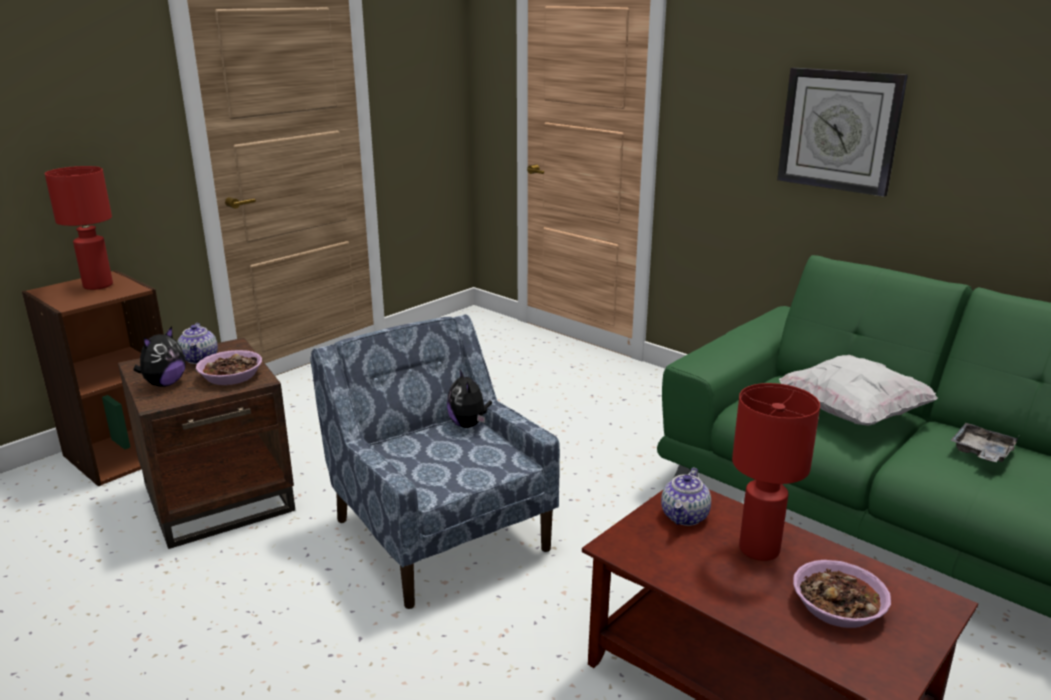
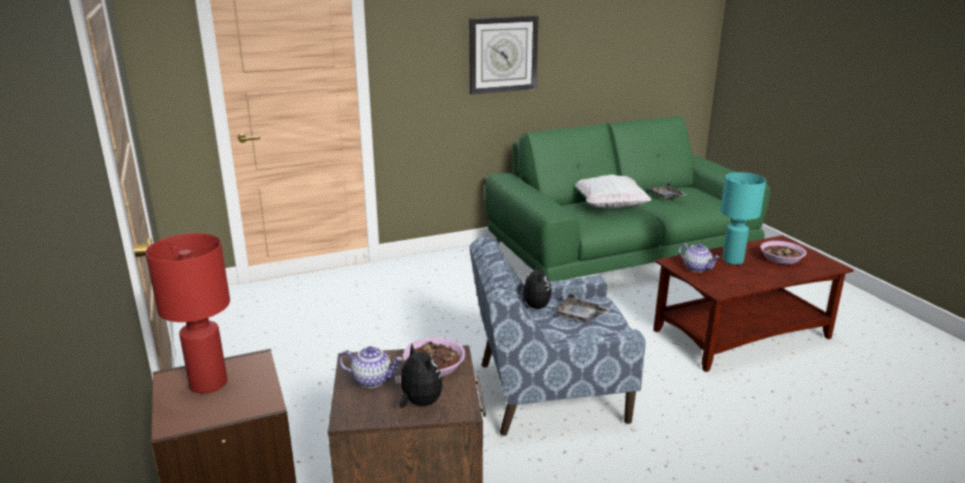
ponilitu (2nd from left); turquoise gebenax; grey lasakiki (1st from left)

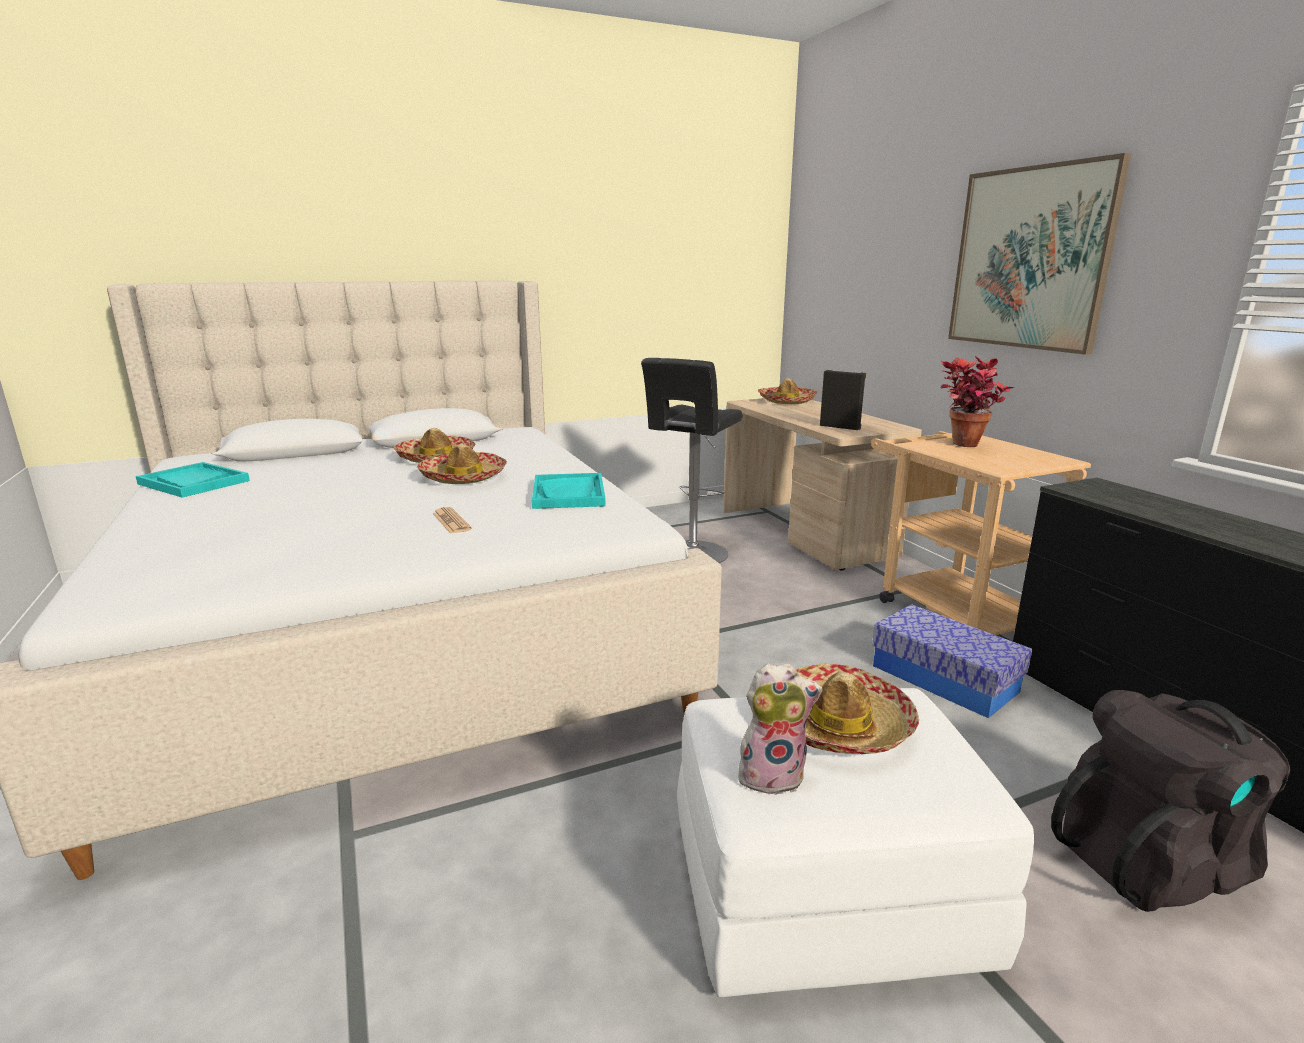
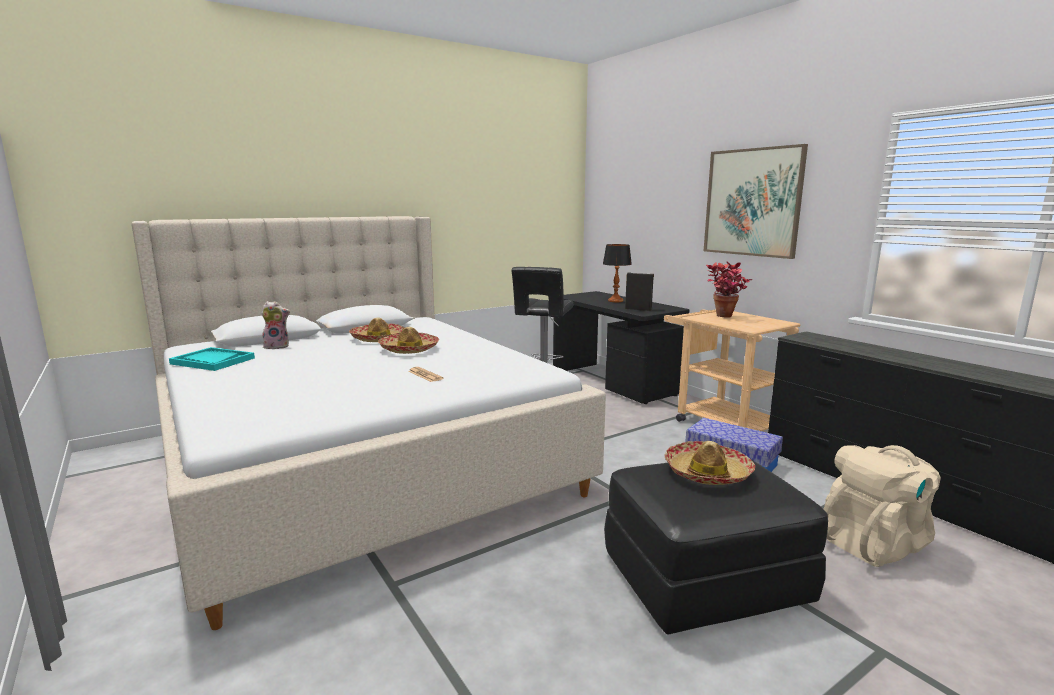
turquoise lasakiki (2nd from left in the first image); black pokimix; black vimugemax; ponilitu; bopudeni (3rd from left in the first image); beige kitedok; gebenax

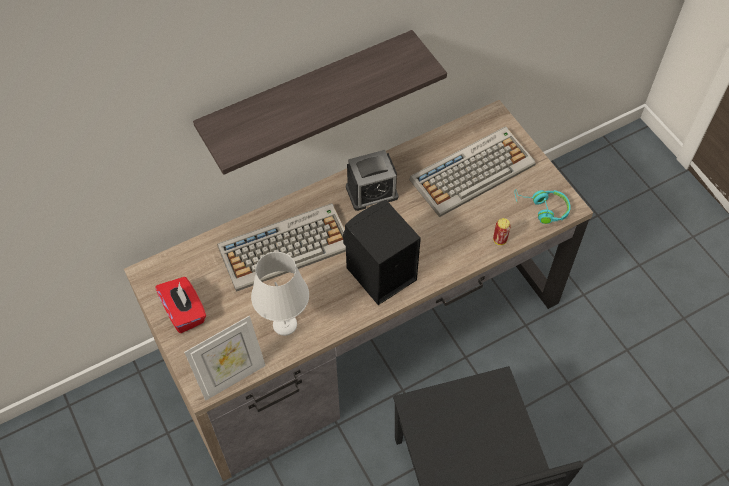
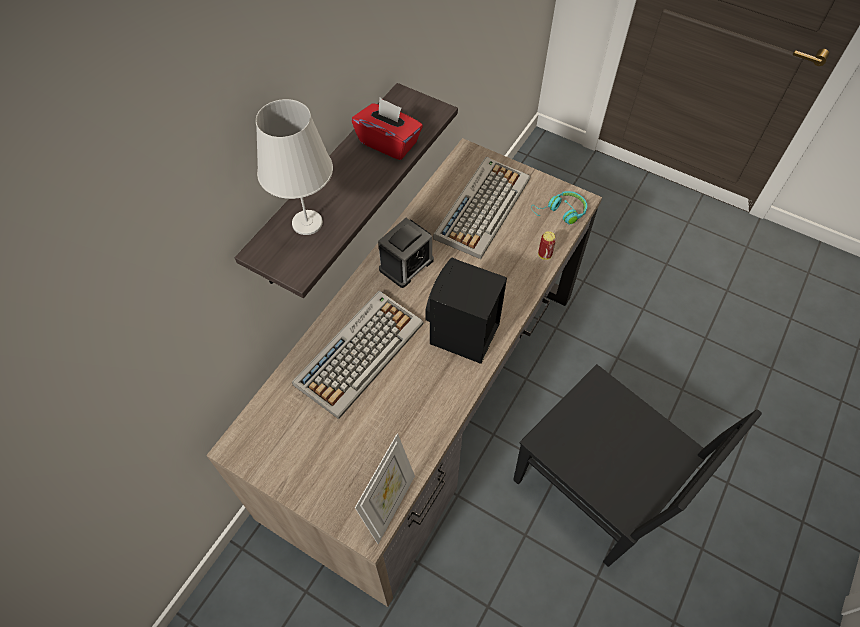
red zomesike; white gebenax

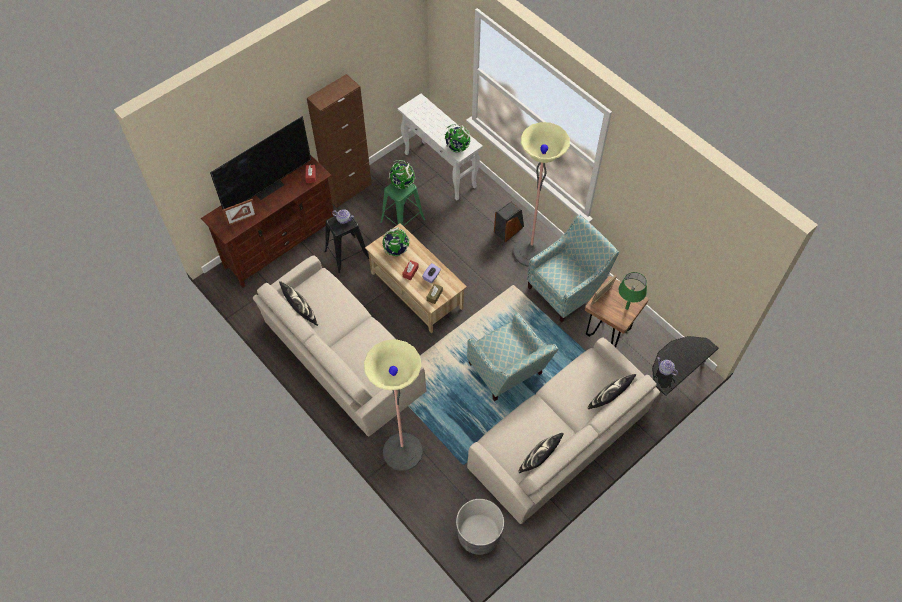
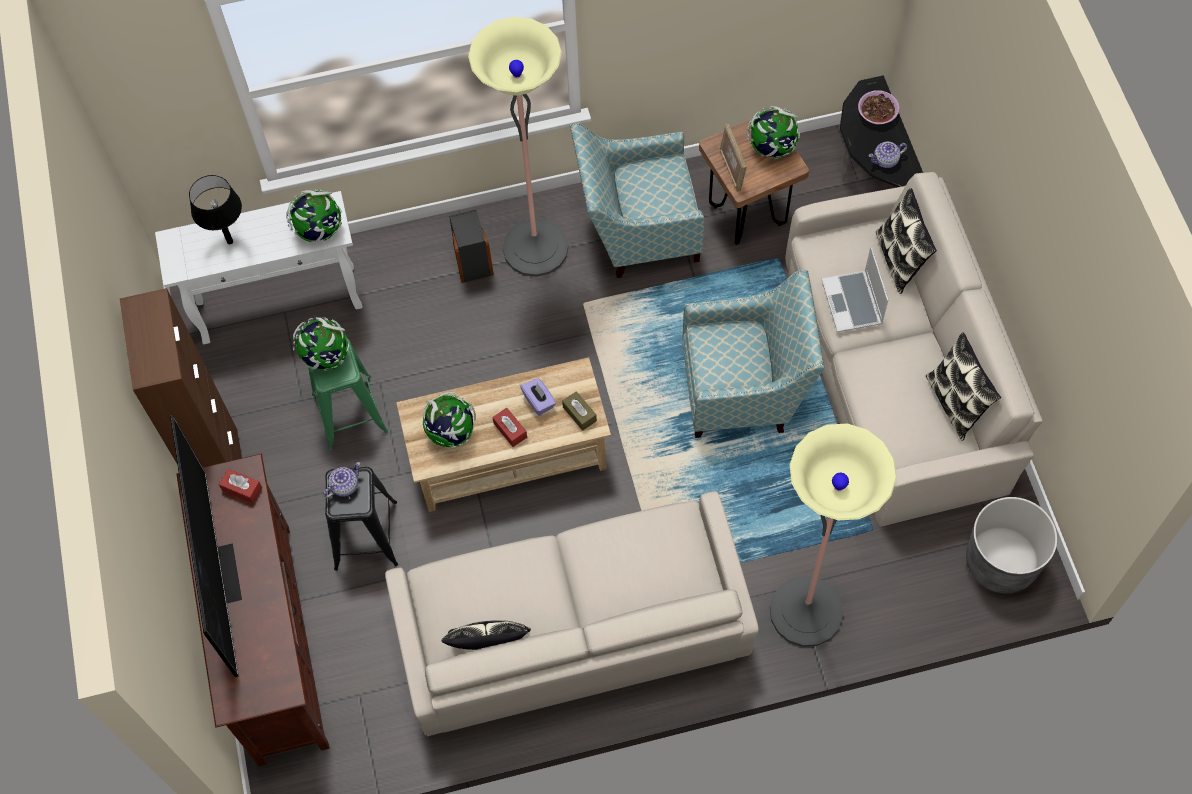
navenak (1st from left in the first image); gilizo (1st from left); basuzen (4th from left); black gebenax; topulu; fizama

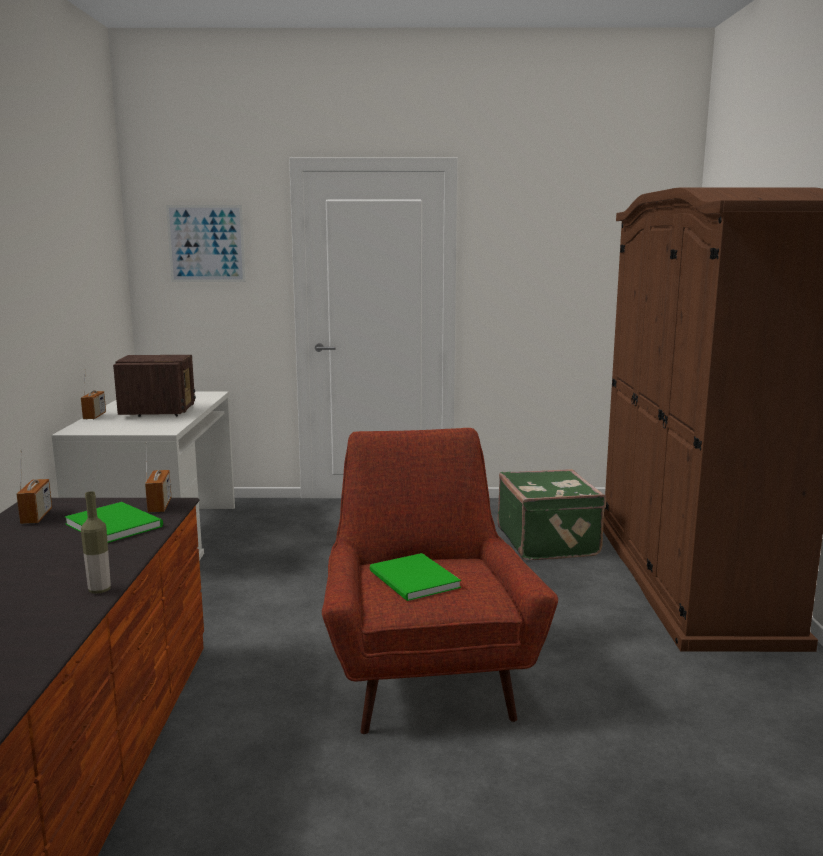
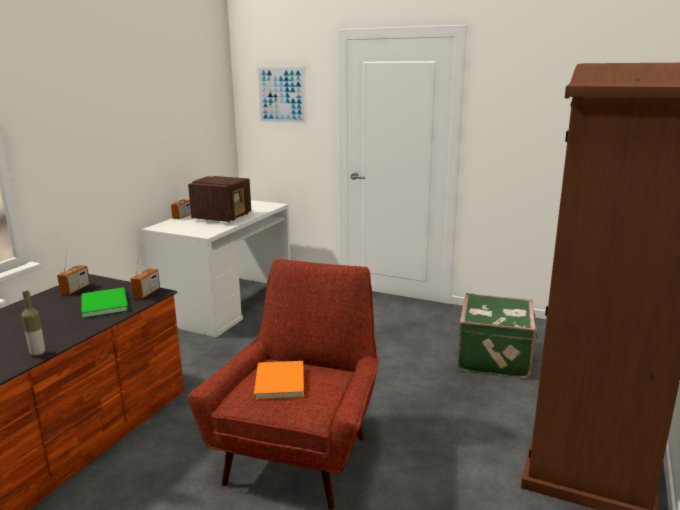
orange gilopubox

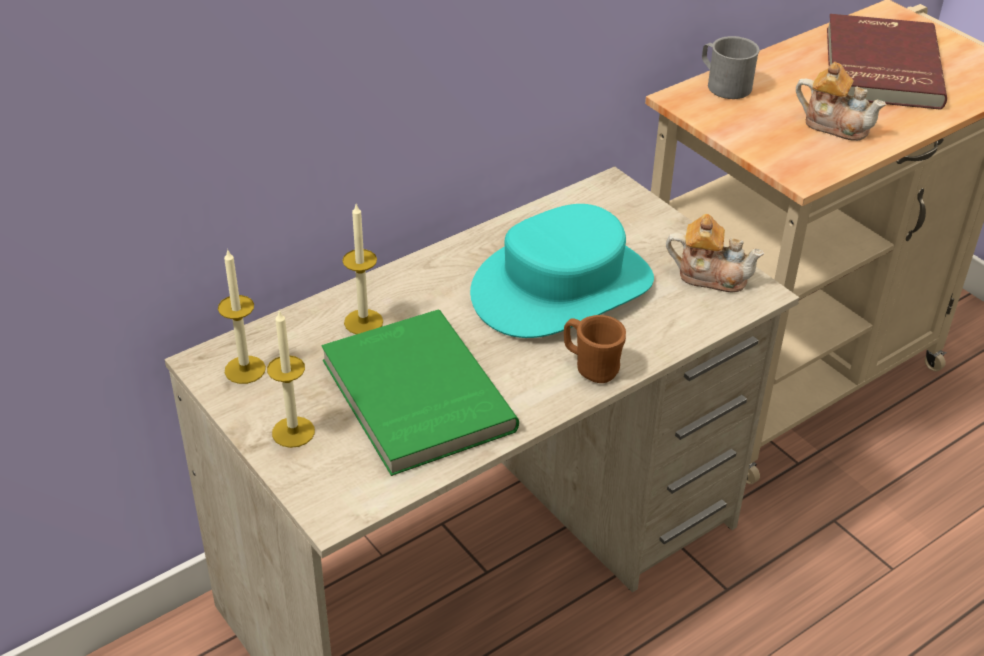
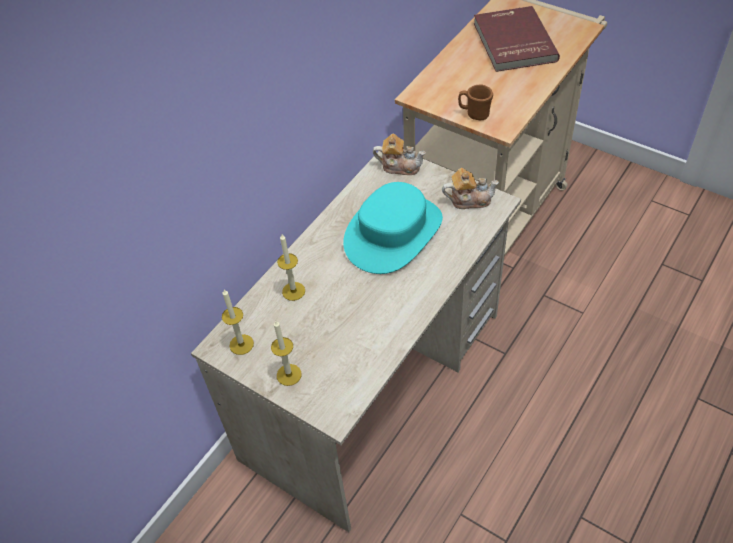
green gilopubox; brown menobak; grey menobak; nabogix (1st from left)

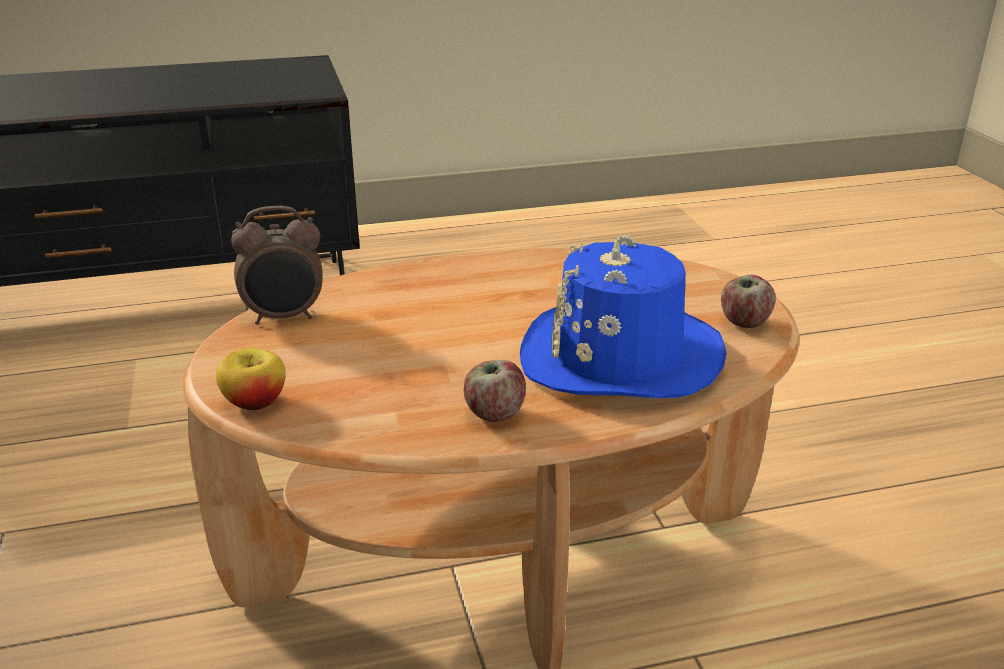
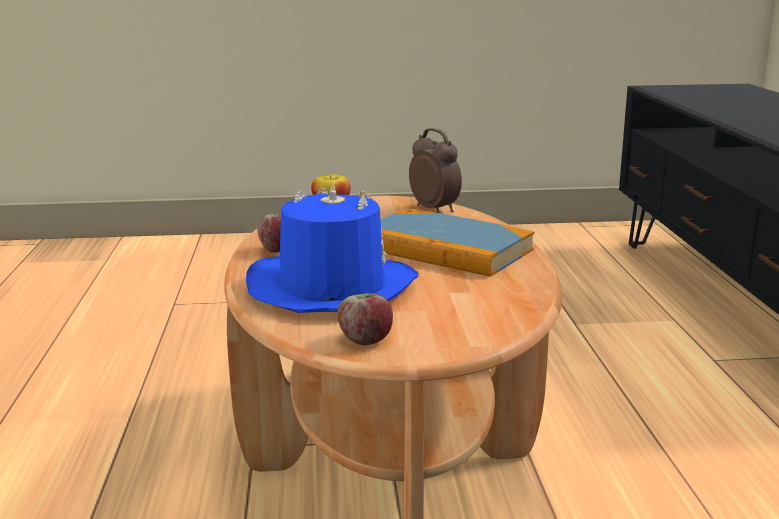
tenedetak; gilopubox

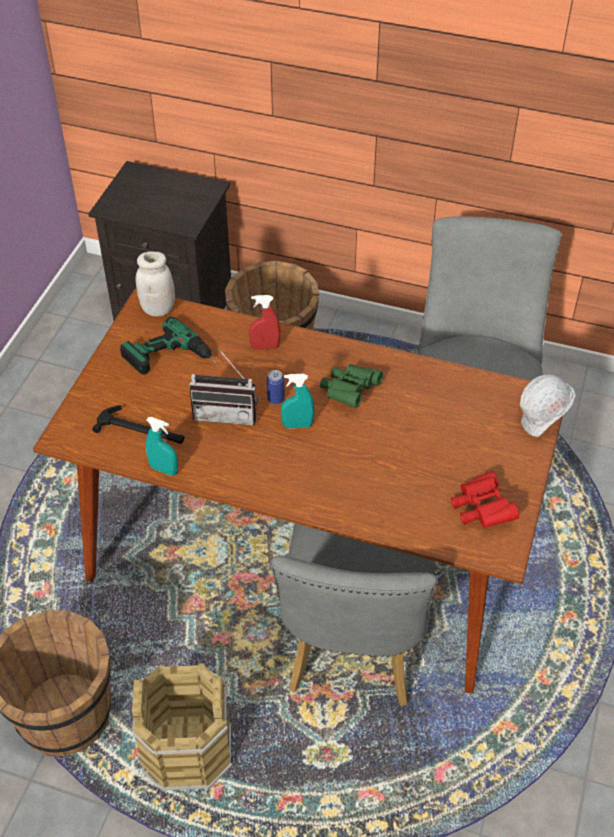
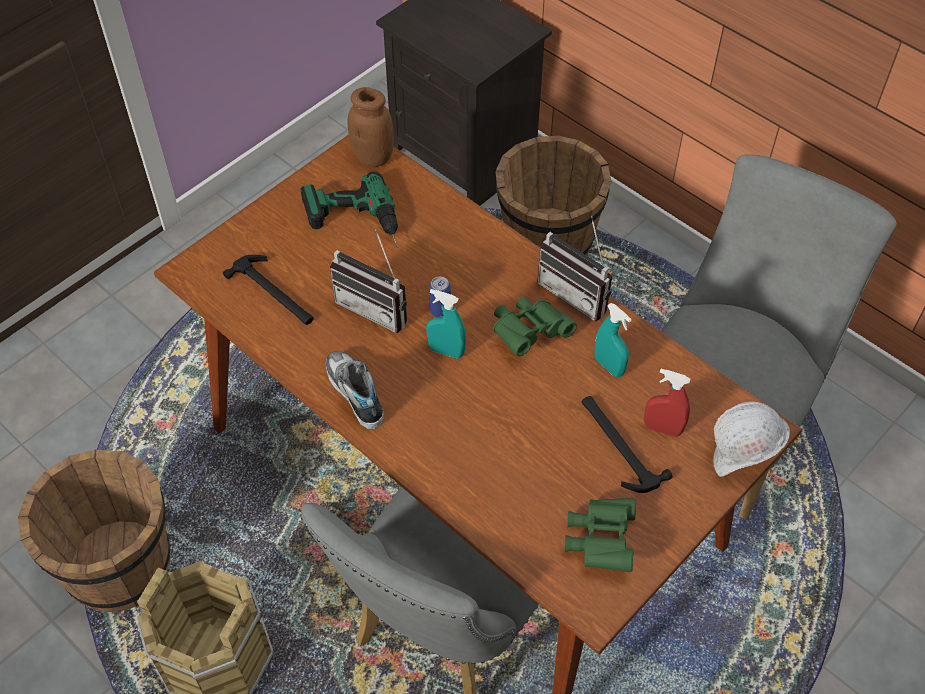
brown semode; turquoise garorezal (2nd from left); red garorezal; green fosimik (2nd from left); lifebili; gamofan (2nd from left); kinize (2nd from left)

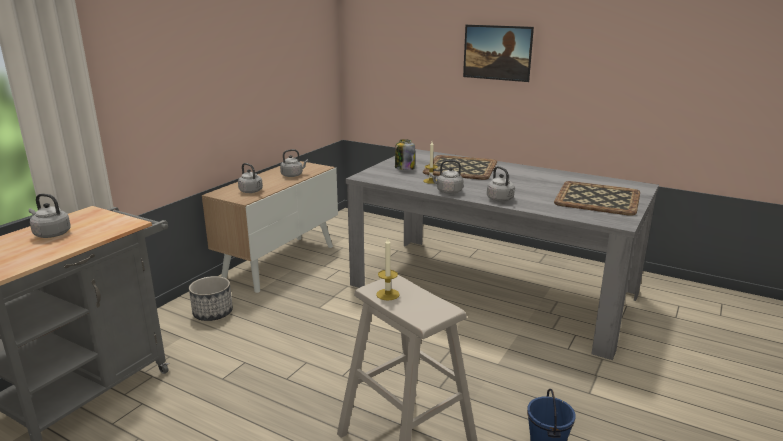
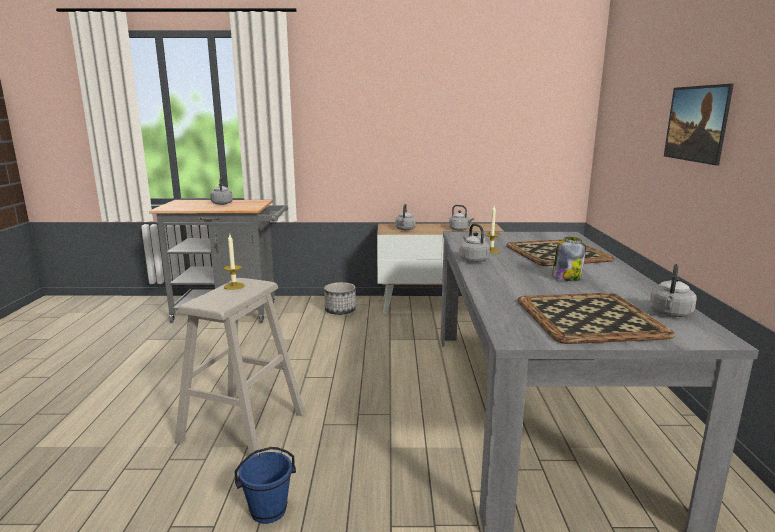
semode; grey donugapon (5th from left)

